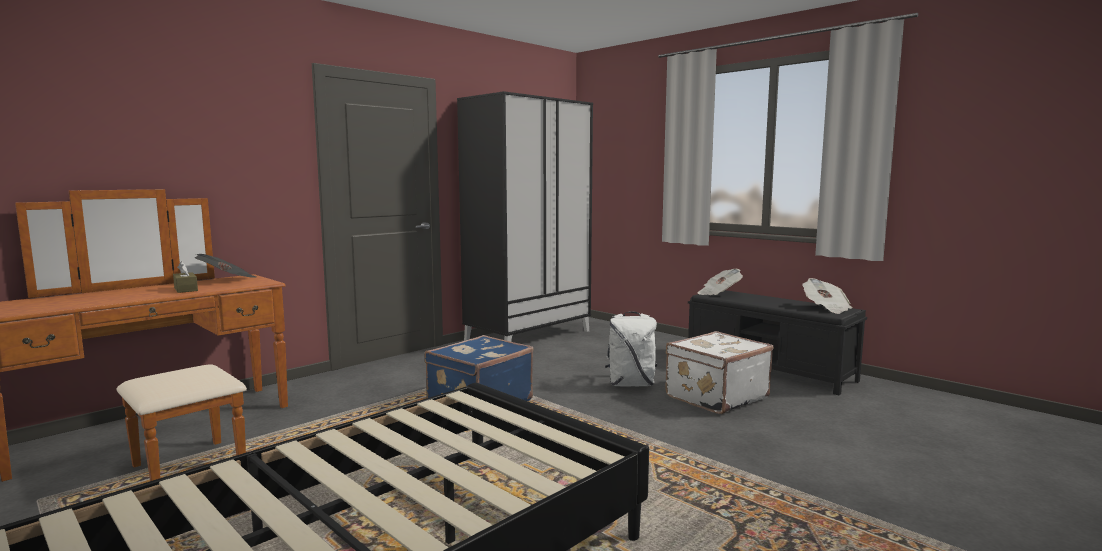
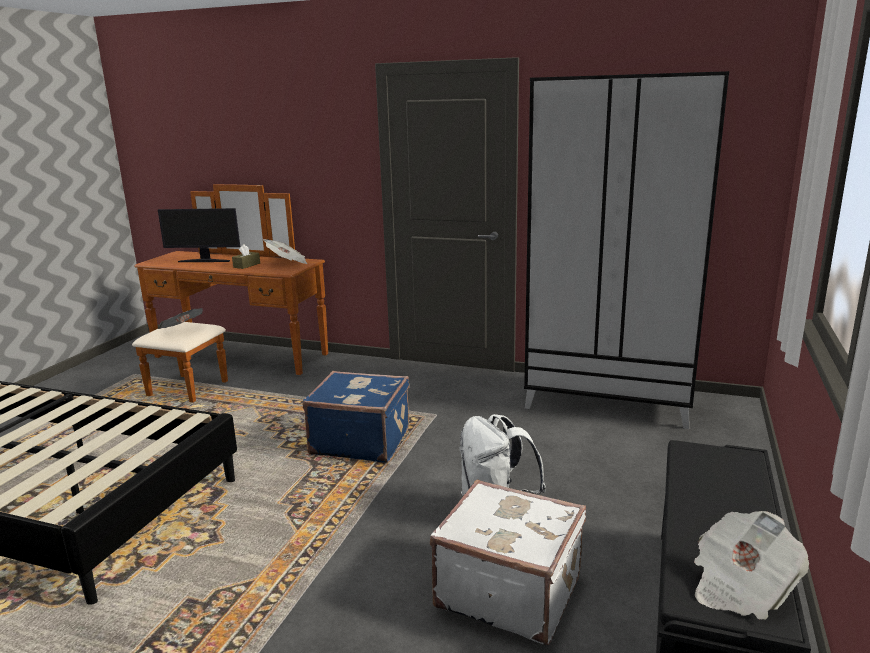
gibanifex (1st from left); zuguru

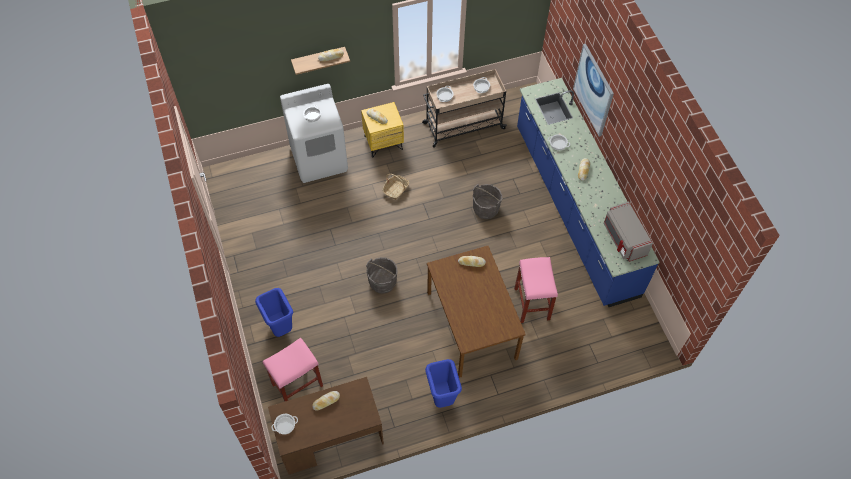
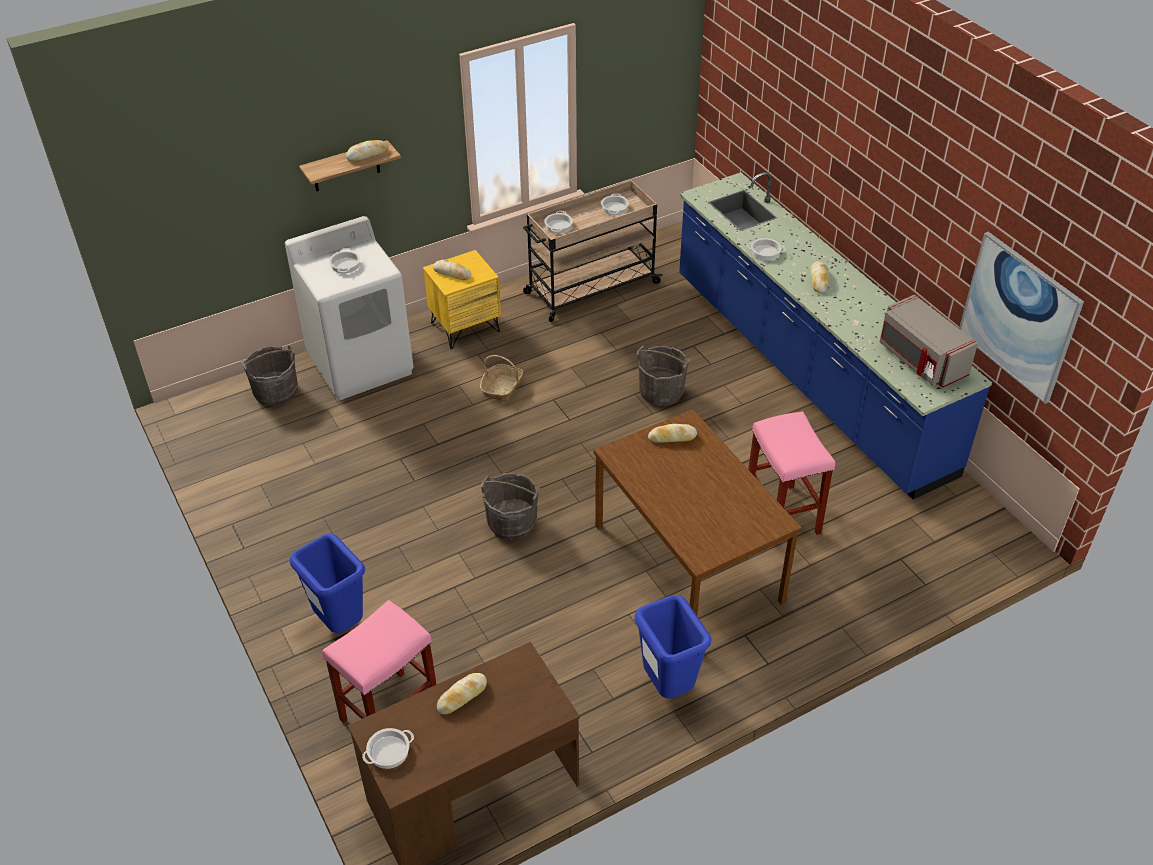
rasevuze; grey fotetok (1st from left)

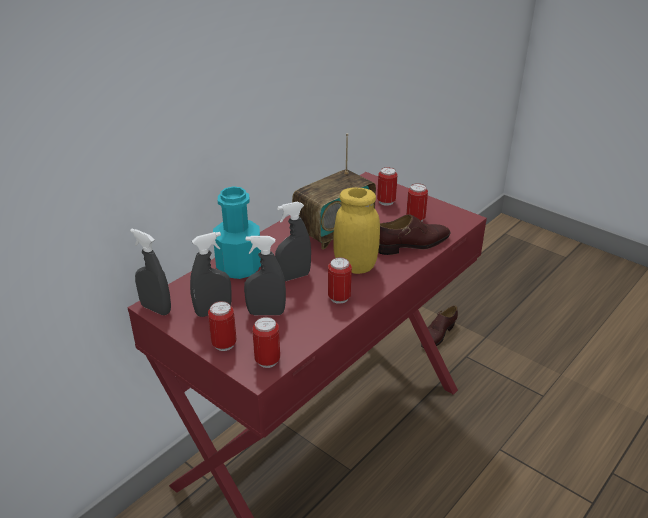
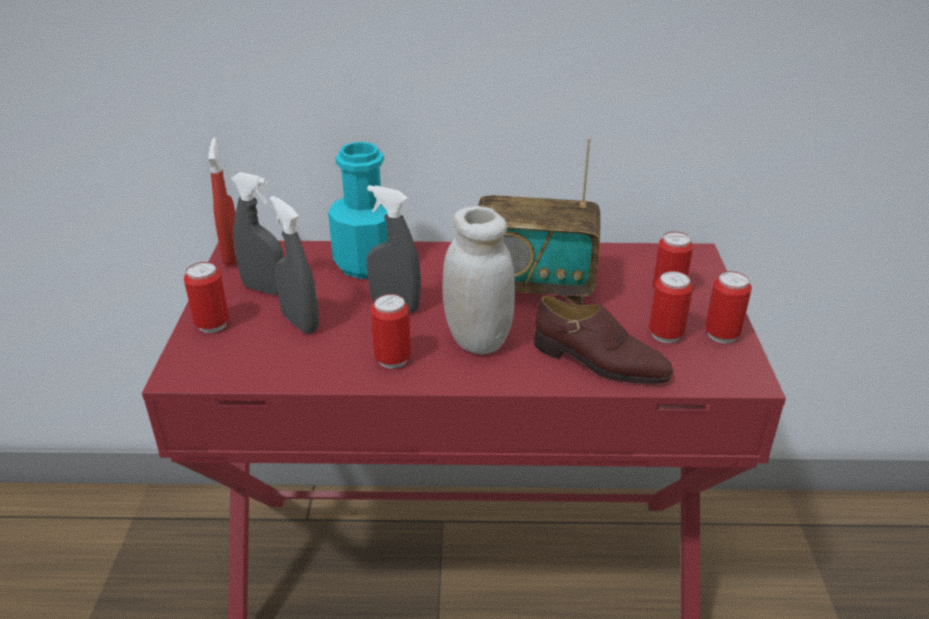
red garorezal; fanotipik (5th from left); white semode; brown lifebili (2nd from left in the first image)

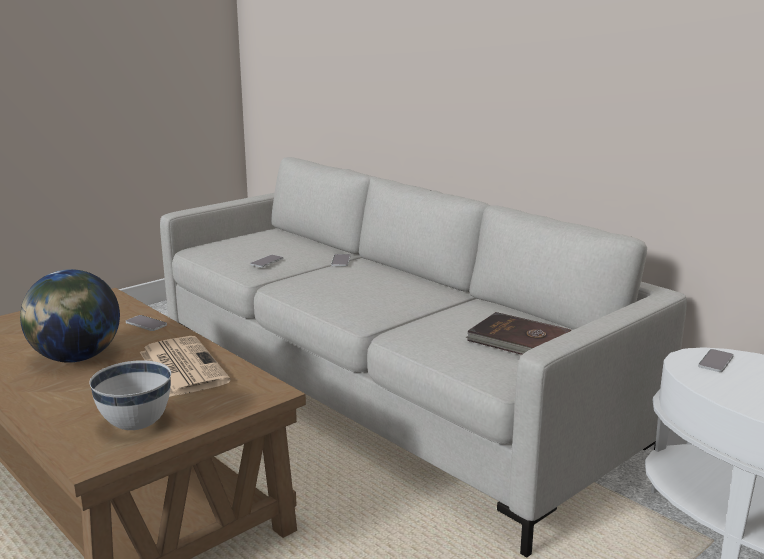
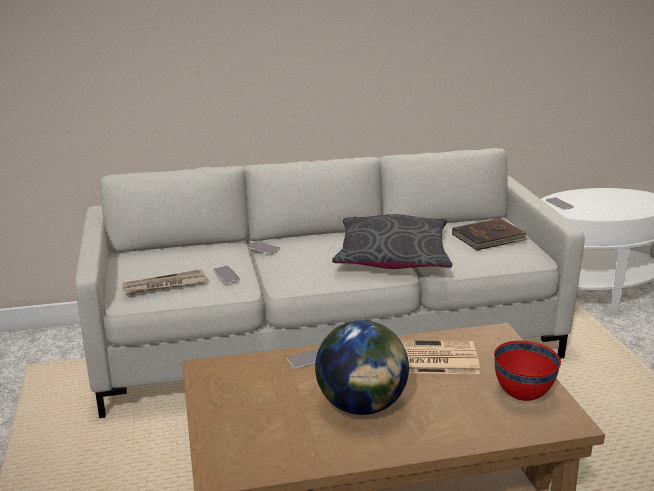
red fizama; gibanifex (1st from left); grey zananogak

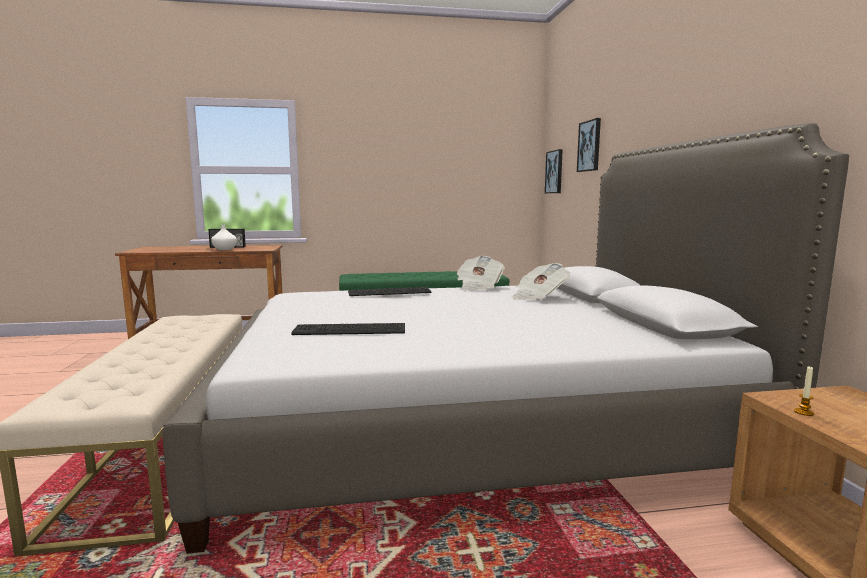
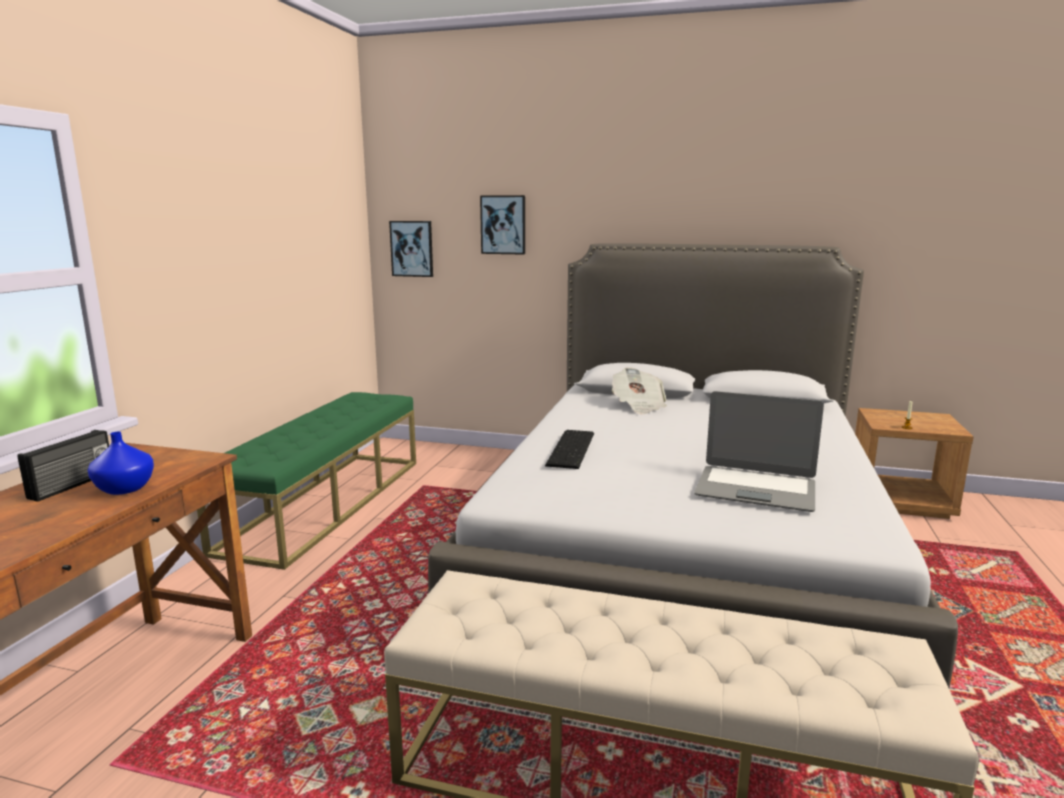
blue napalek; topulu; gibanifex (1st from left in the first image)

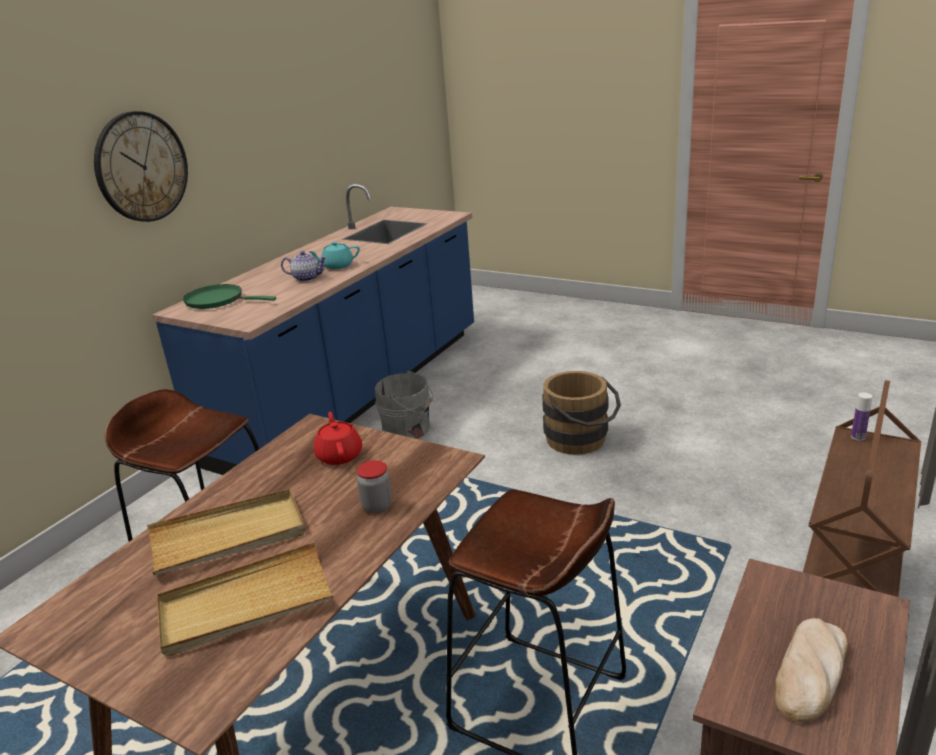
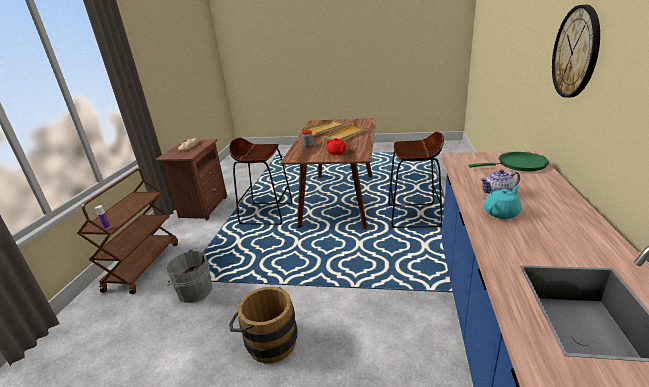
grey fotetok

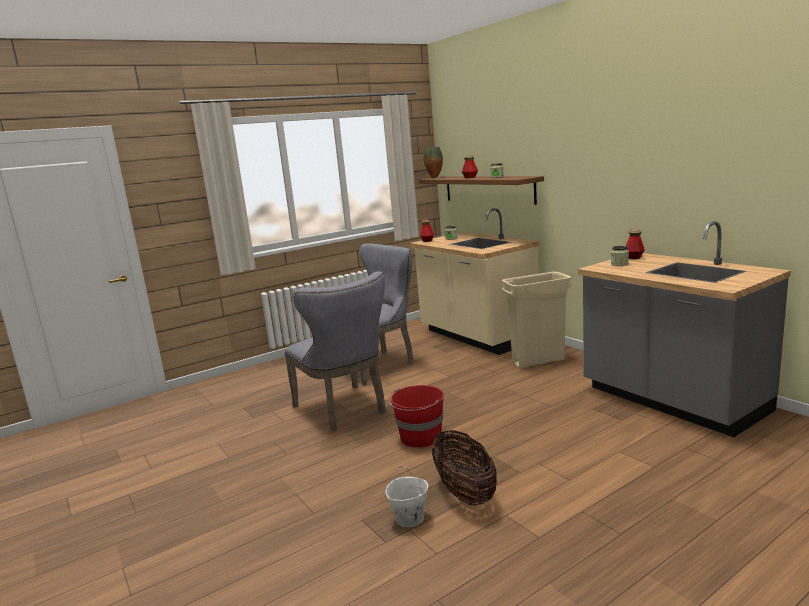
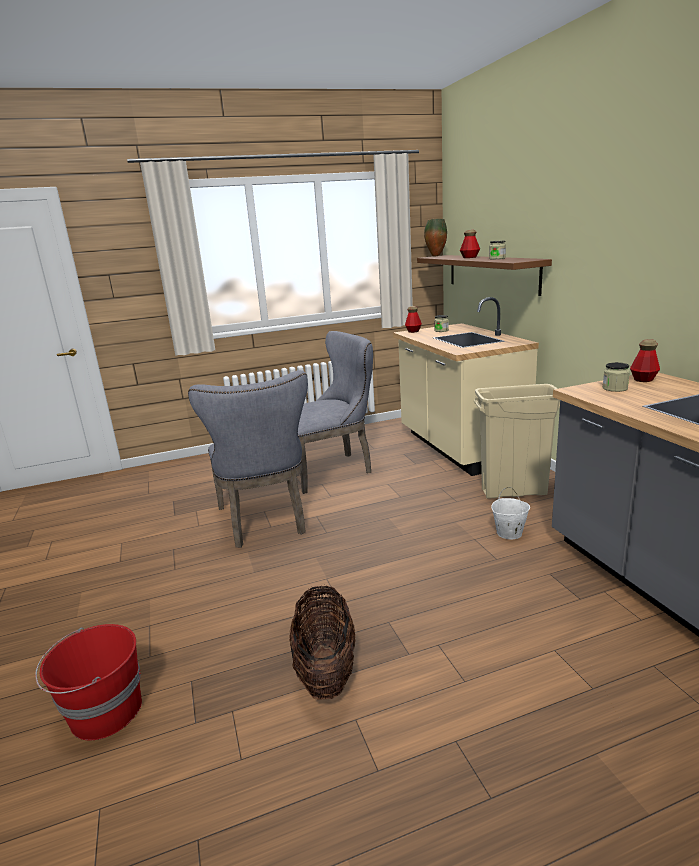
white fotetok; red fotetok

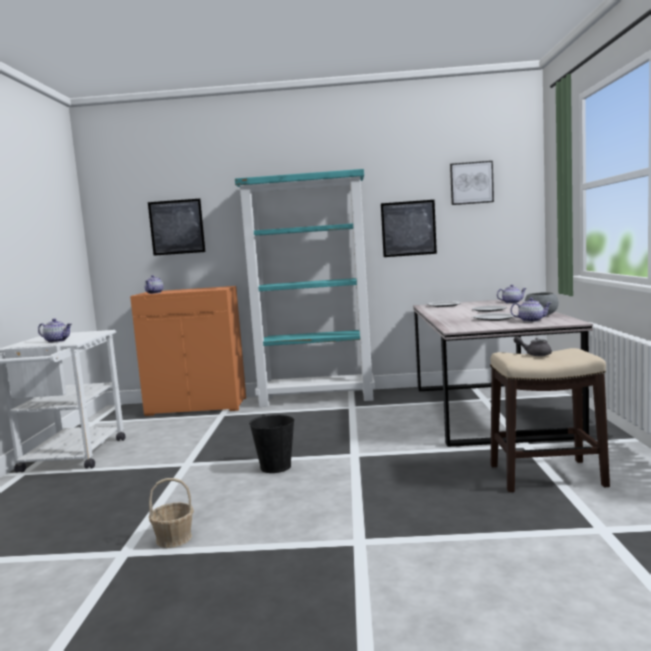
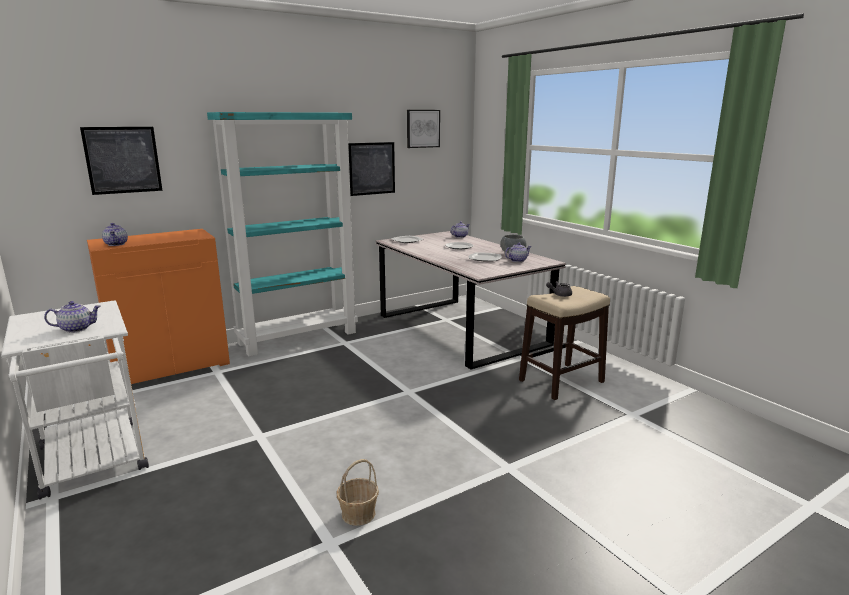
black fotetok

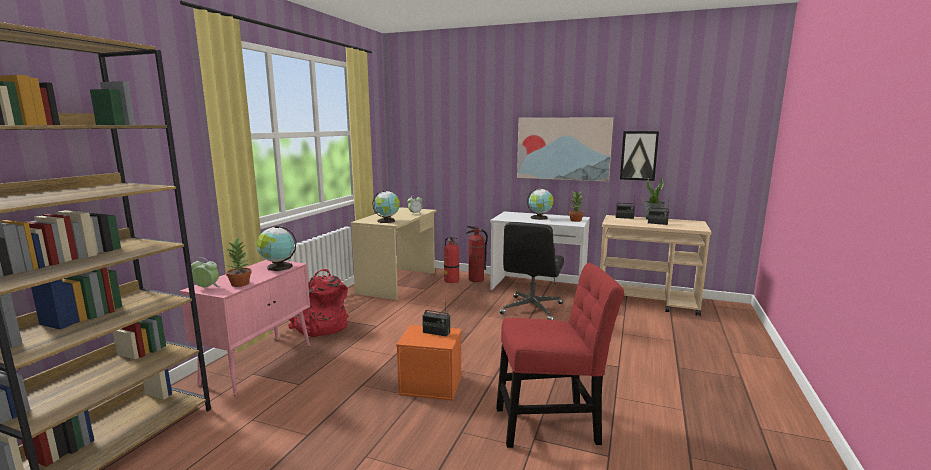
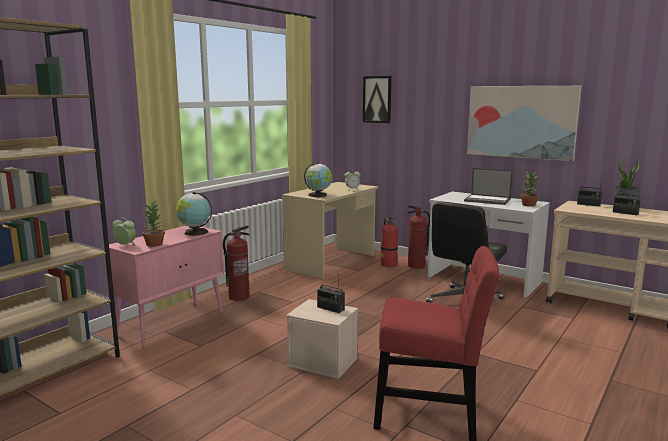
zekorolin (1st from left); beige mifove; topulu; rasevuze (1st from left)

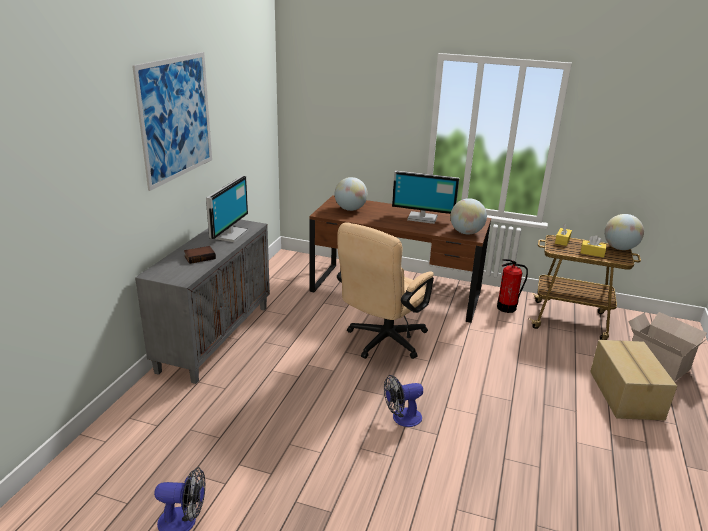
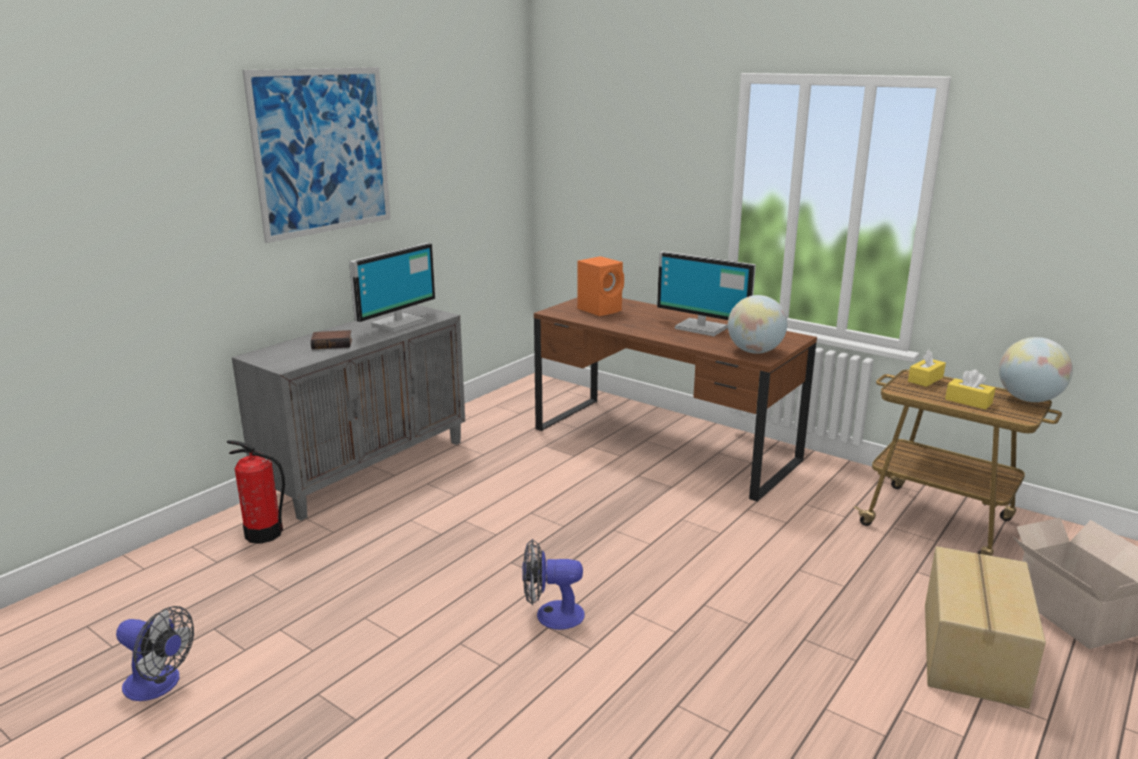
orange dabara; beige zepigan; zekorolin

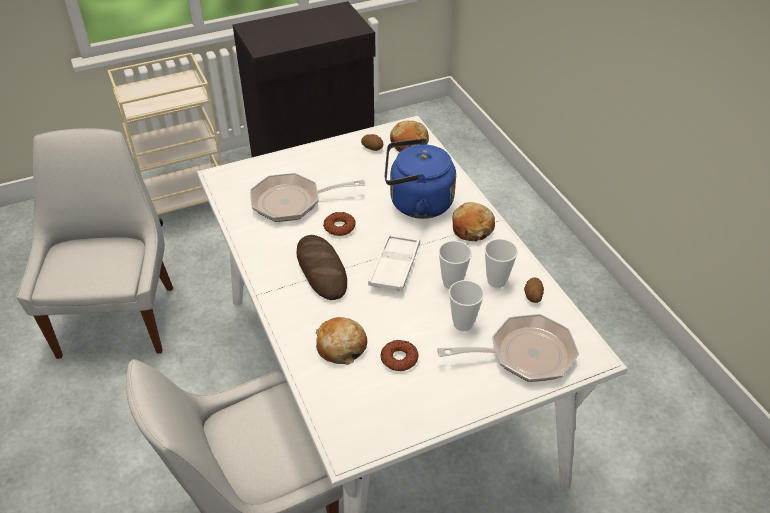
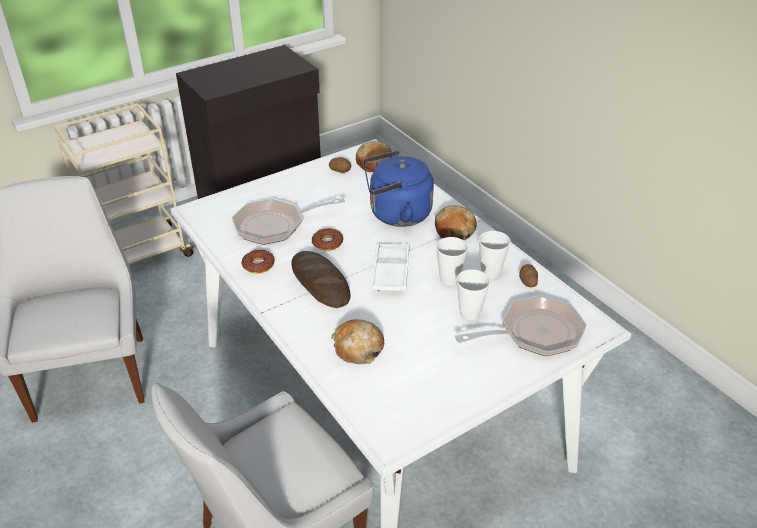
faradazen (1st from left)

